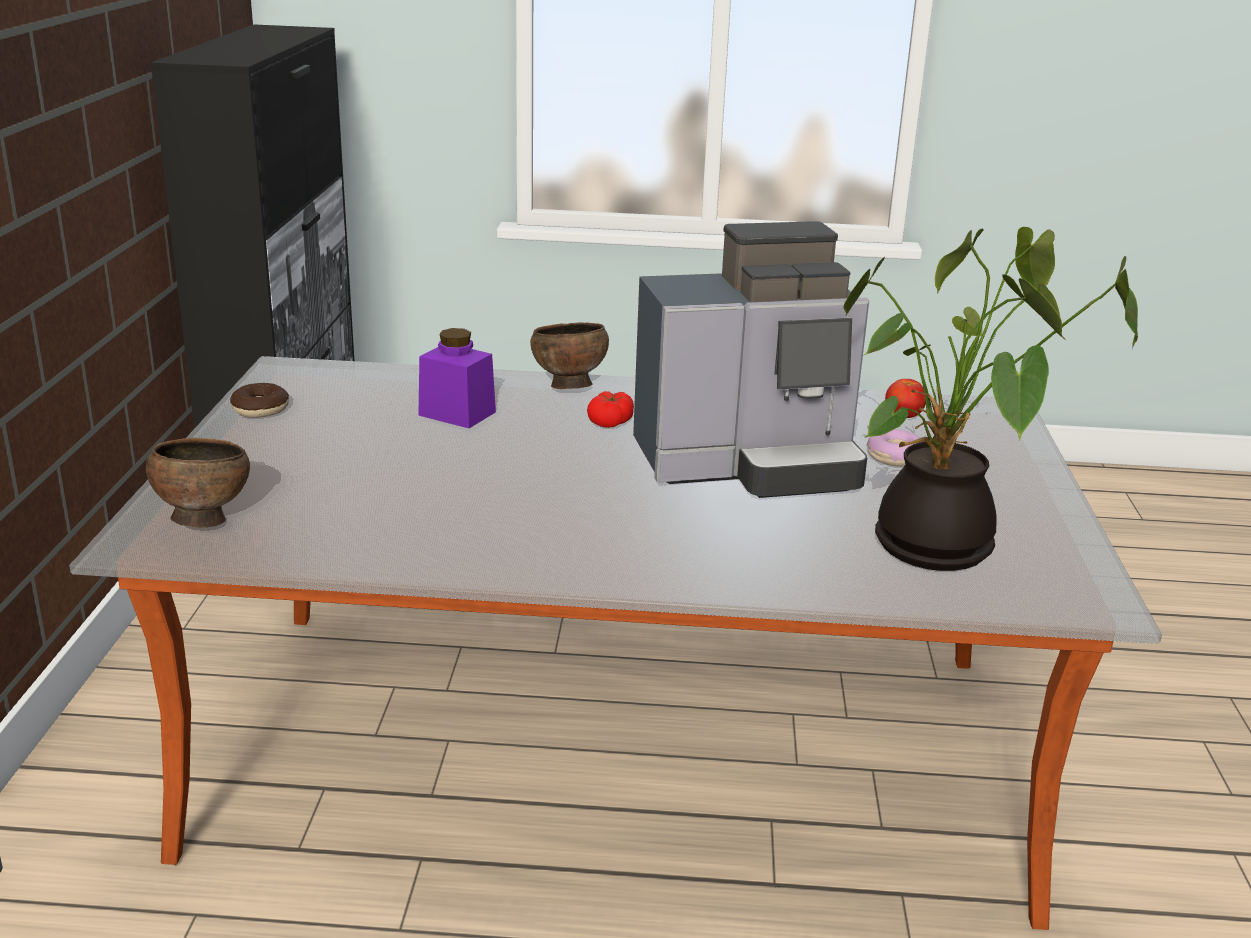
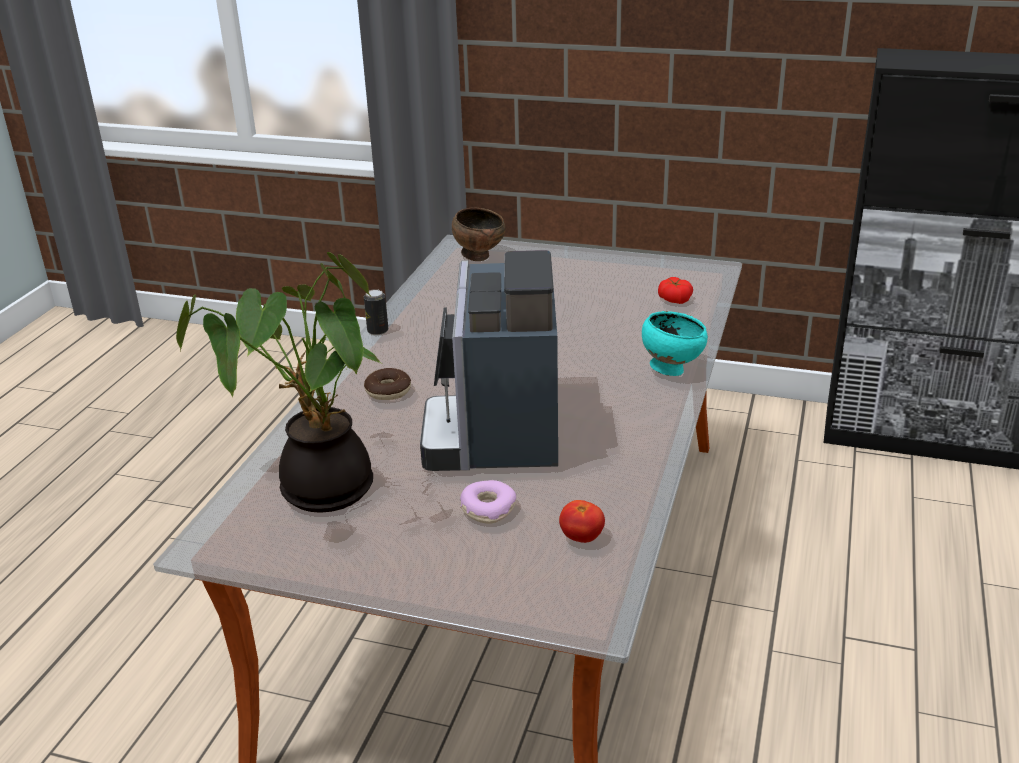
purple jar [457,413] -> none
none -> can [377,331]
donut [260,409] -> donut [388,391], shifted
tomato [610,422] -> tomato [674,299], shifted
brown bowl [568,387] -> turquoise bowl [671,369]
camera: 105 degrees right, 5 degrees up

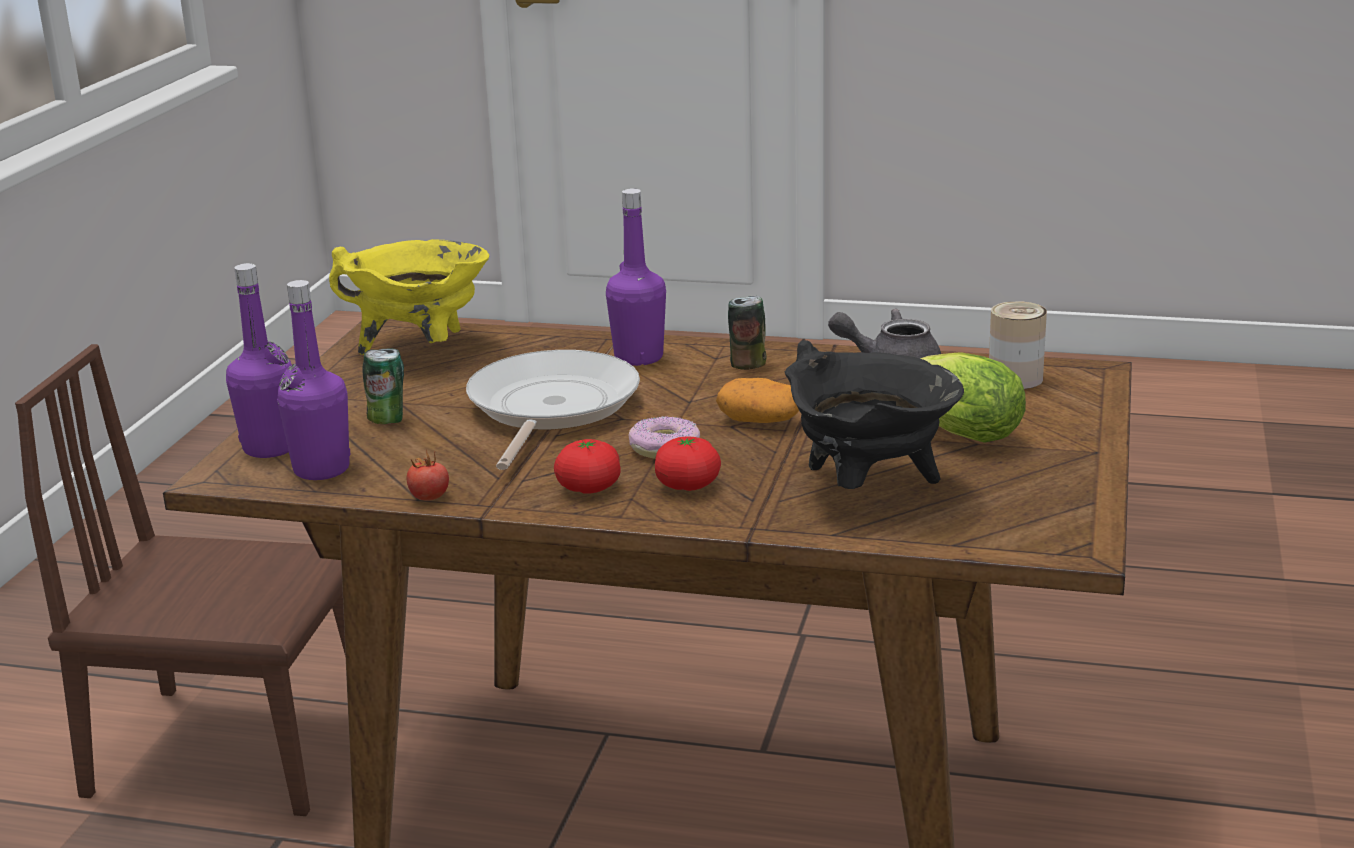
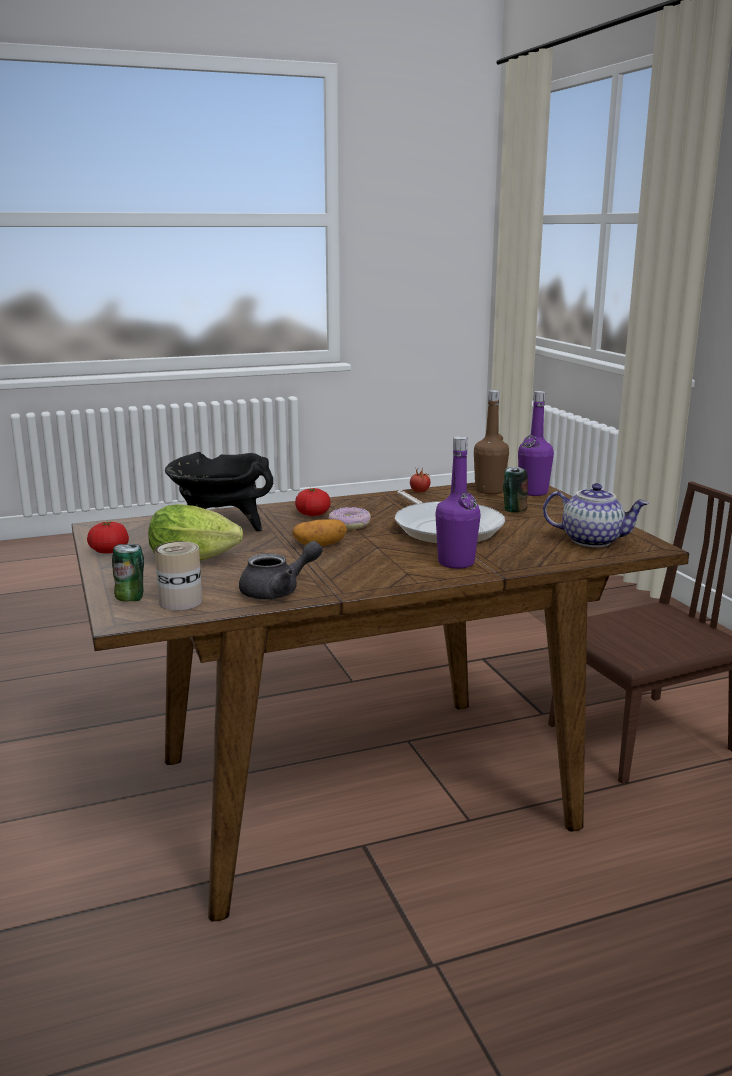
tomato [589,488] -> tomato [109,551], shifted
can [748,364] -> can [130,598], shifted
yellow cooking pot [422,350] -> teapot [592,540]
purple bottle [321,469] -> brown bottle [489,491]
camera: 145 degrees right, 5 degrees down

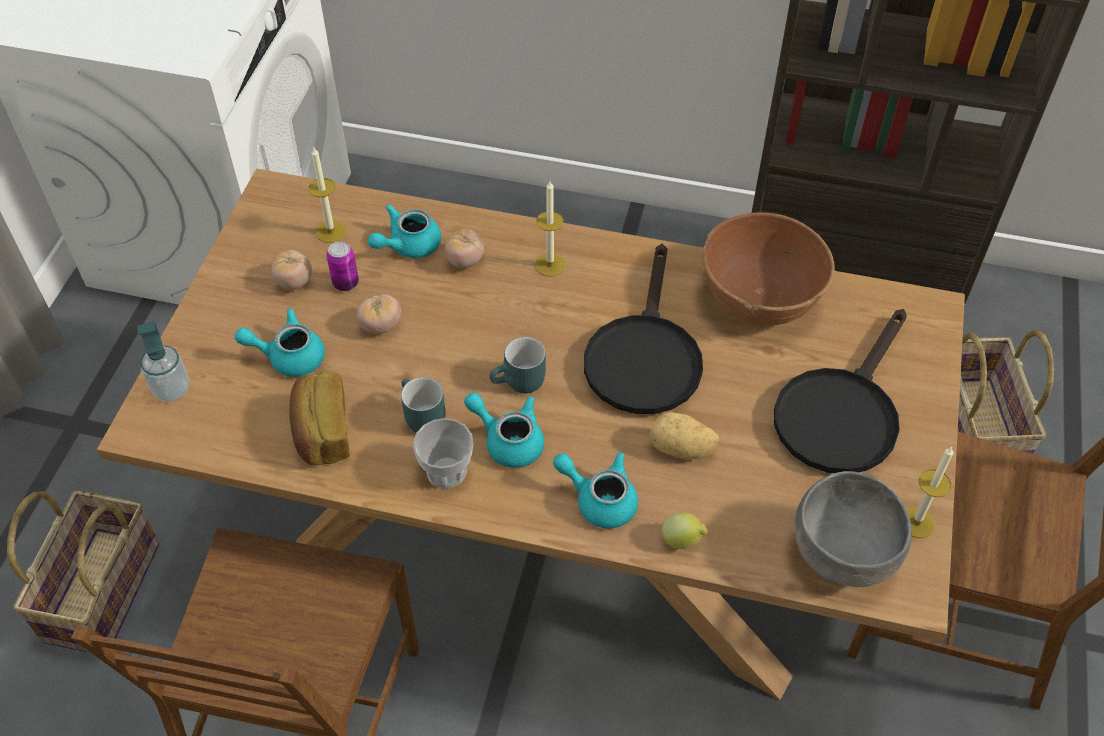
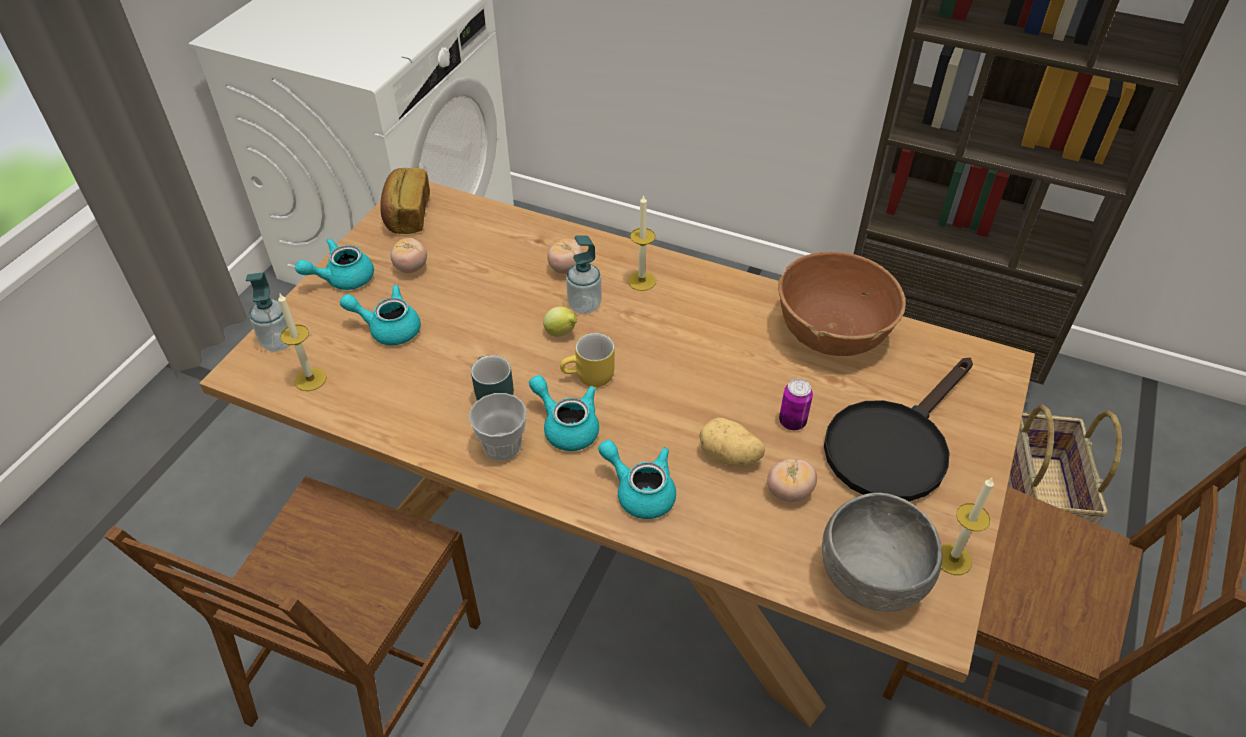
basket [101,591] -> none
black frying pan [643,355] -> none
none -> soap dispenser [584,305]
bread [322,432] -> bread [407,215], shifted
candle [331,232] -> candle [310,379], shifted
can [346,283] -> can [792,422], shifted
tomato [380,326] -> tomato [789,492], shifted
turquoise teapot [408,246] -> turquoise teapot [342,278], shifted
lemon [682,541] -> lemon [561,333], shifted
turquoise mug [520,384] -> yellow mug [590,378]
camera: 10 degrees right, 5 degrees down

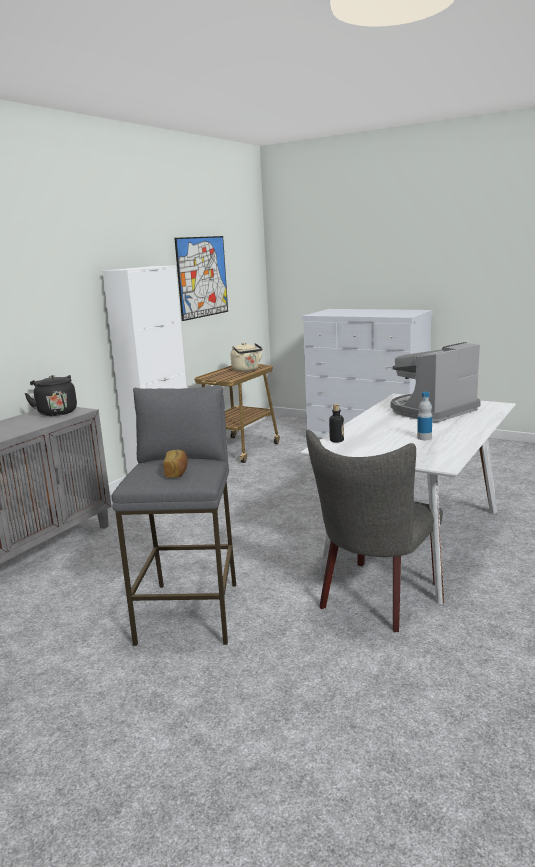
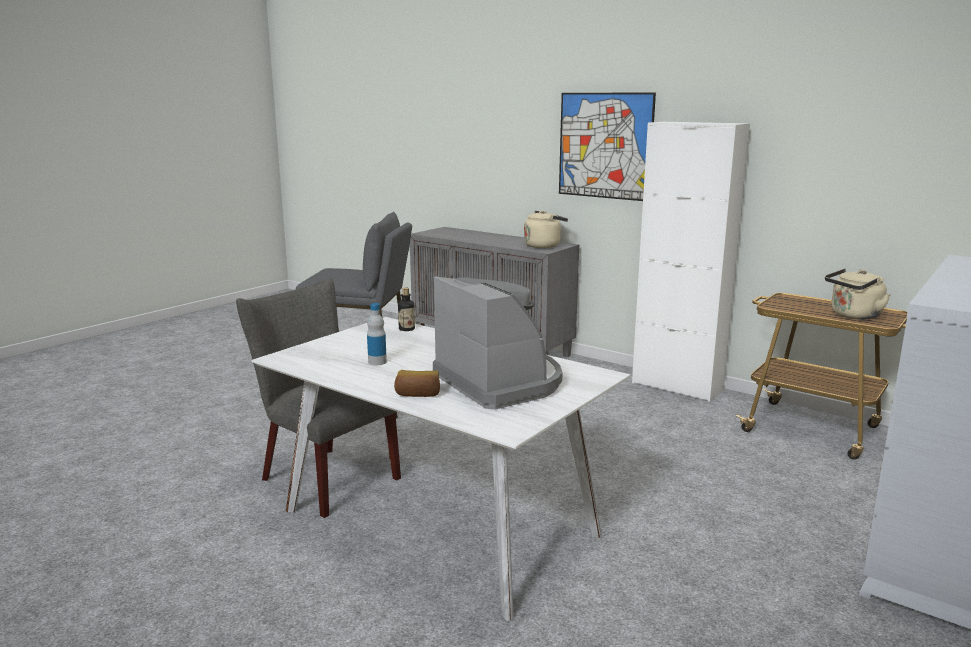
bread [177,472] -> bread [418,394], shifted
picture [202,277] -> picture [605,146], shifted
black kettle [56,412] -> beige kettle [544,245]
camera: 95 degrees right, 0 degrees up

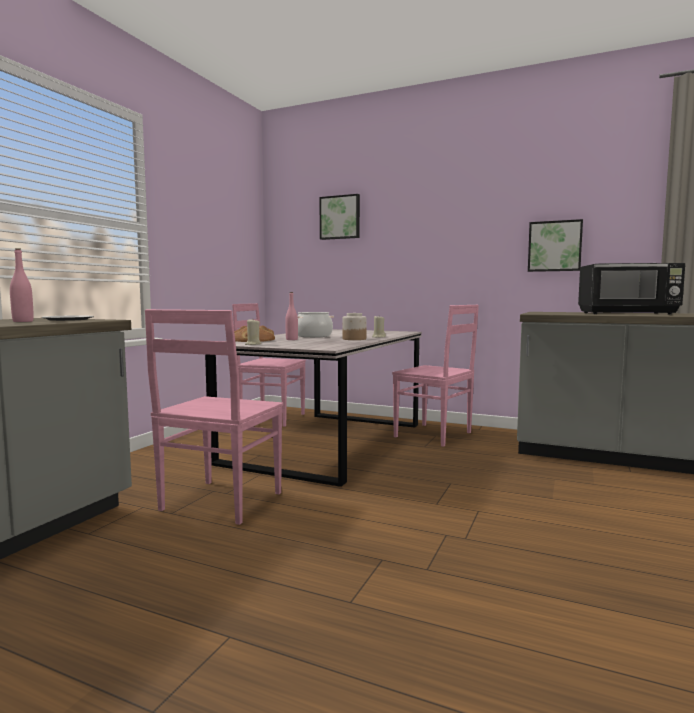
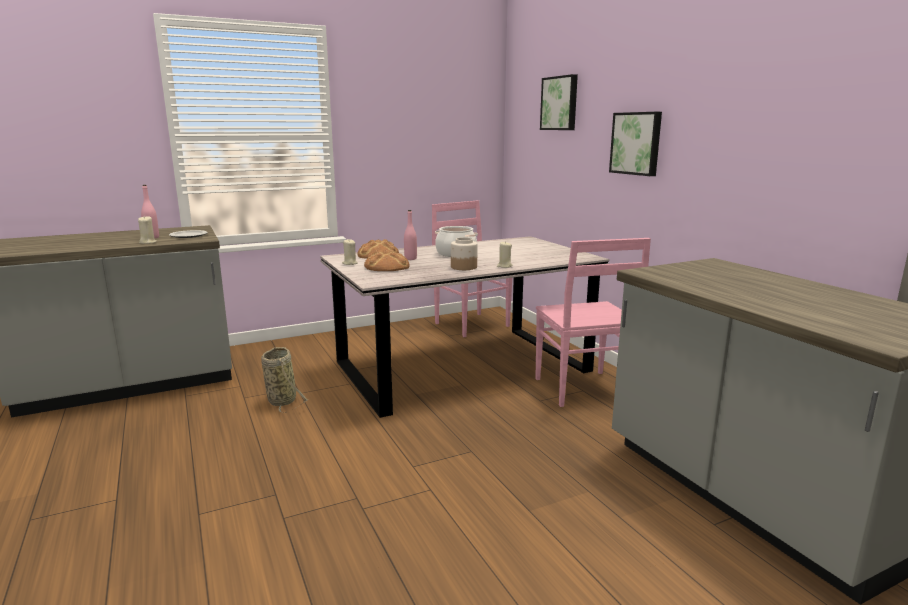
black microwave [628,313] -> none
none -> beige candle [148,242]
none -> bread [386,266]
picture [554,246] -> picture [636,143], shifted
pink chair [219,502] -> basket [281,400]
camera: 40 degrees right, 10 degrees up

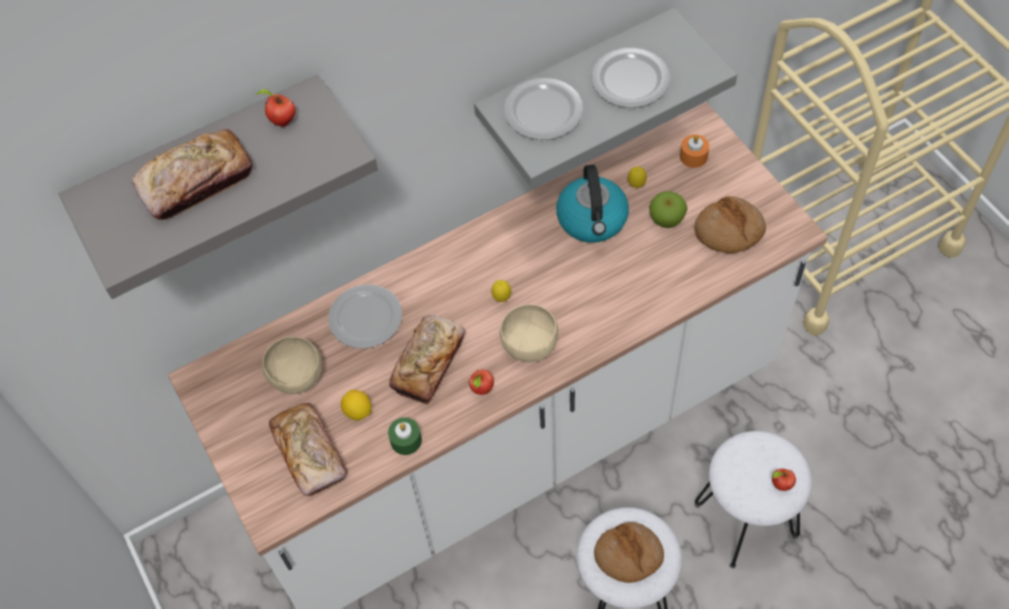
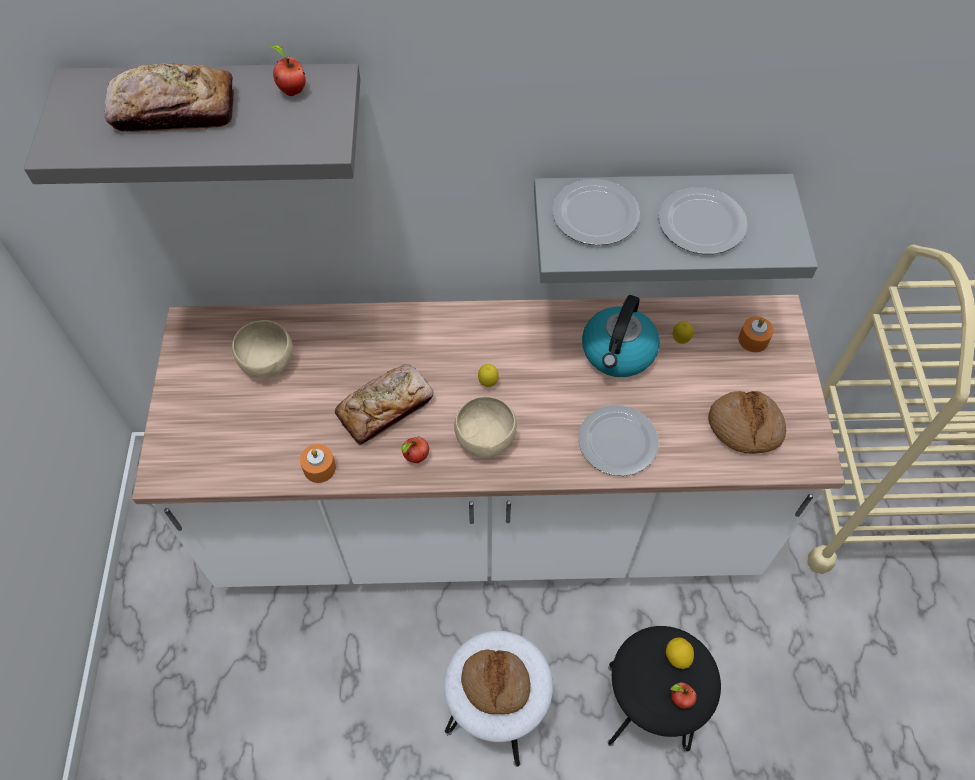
bread [309,453] -> none
apple [666,220] -> none
plate [364,318] -> plate [616,441], shifted
lemon [358,411] -> lemon [677,656], shifted
green candle [406,440] -> orange candle [319,468]
white stool [744,520] -> black stool [646,707]
camera: 25 degrees right, 0 degrees up

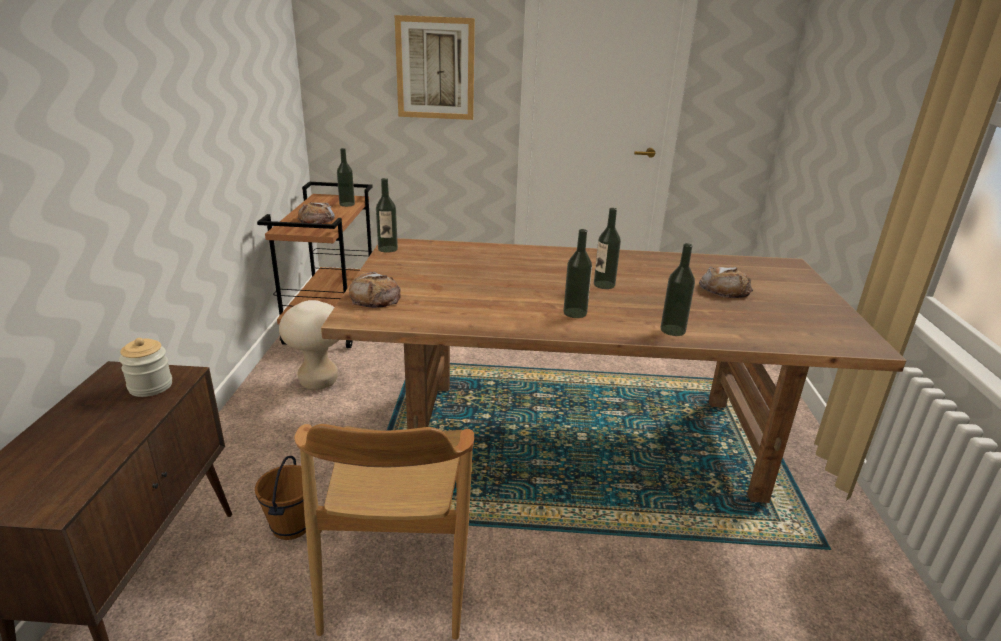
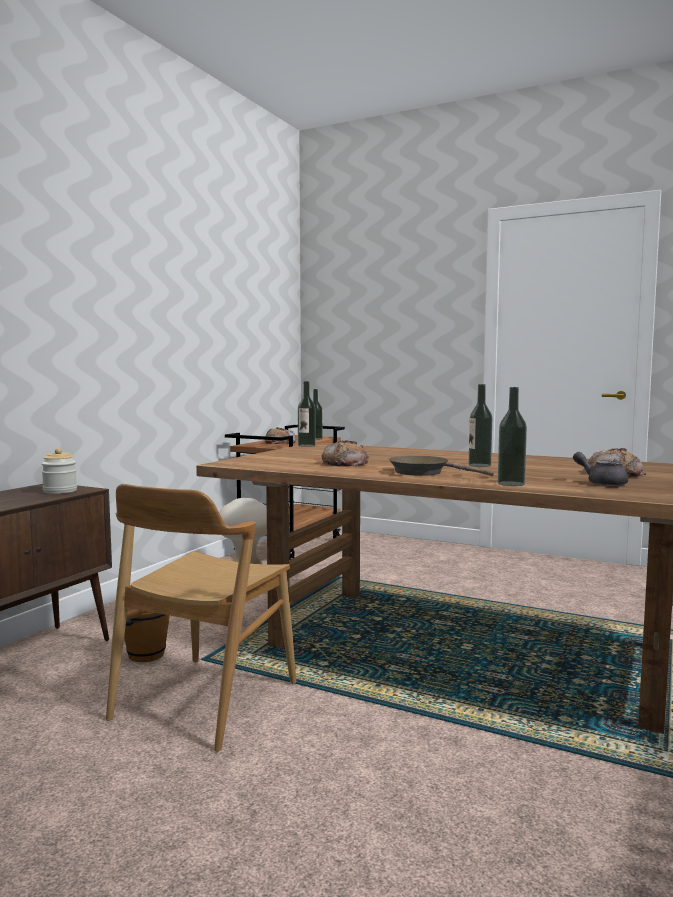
picture [435,68] -> none
none -> grey teapot [602,483]
bread [375,297] -> bread [345,463], shifted
bottle [575,313] -> brown frying pan [424,472]
camera: 25 degrees right, 20 degrees down

